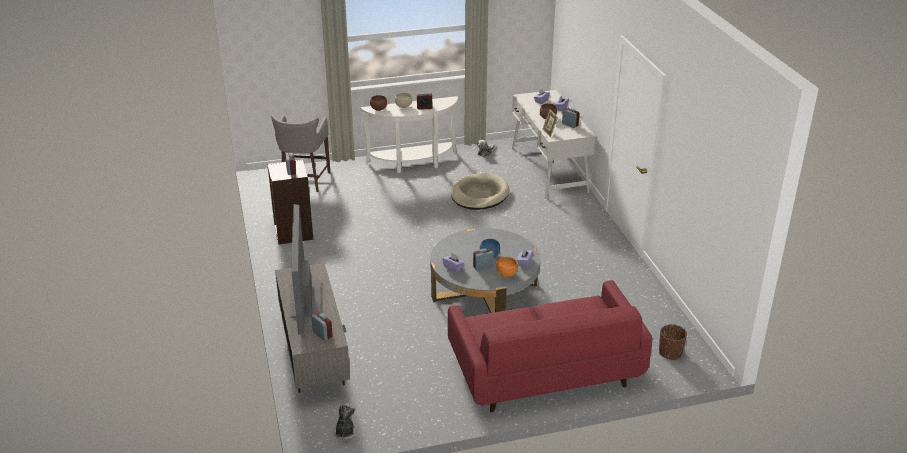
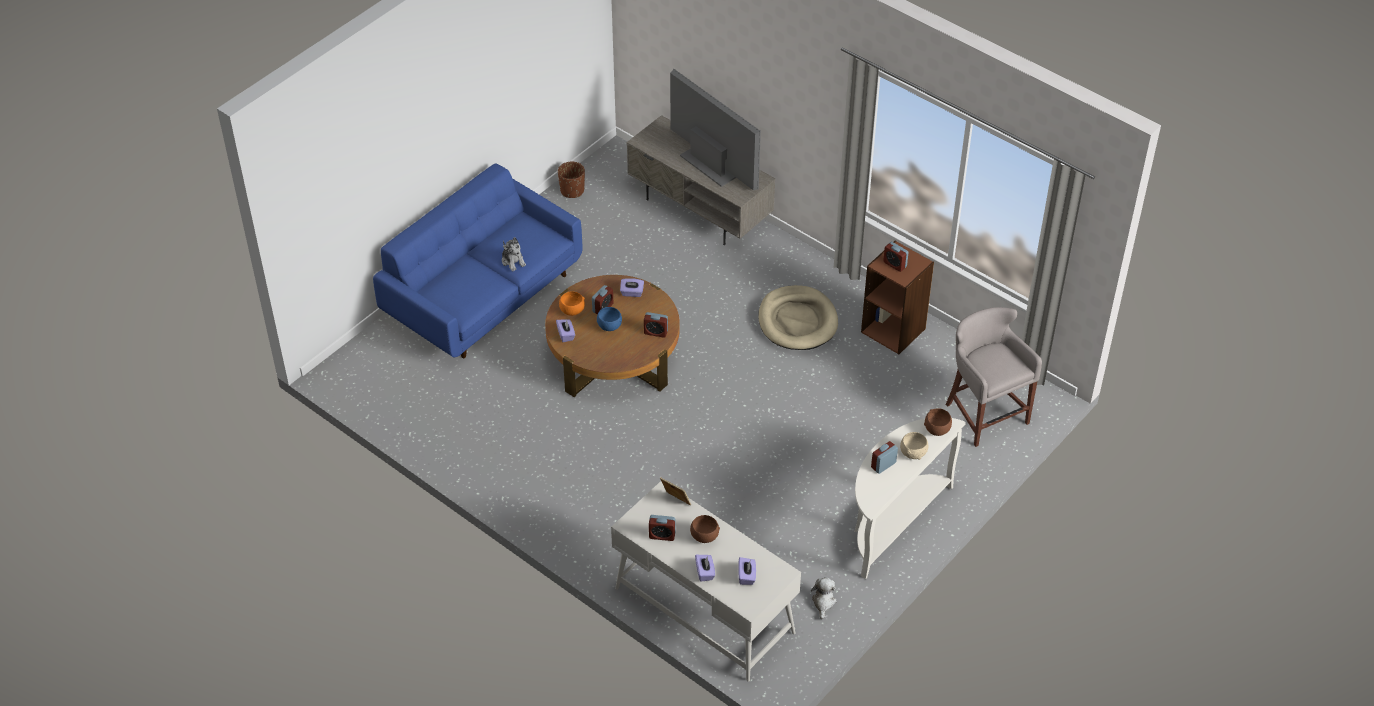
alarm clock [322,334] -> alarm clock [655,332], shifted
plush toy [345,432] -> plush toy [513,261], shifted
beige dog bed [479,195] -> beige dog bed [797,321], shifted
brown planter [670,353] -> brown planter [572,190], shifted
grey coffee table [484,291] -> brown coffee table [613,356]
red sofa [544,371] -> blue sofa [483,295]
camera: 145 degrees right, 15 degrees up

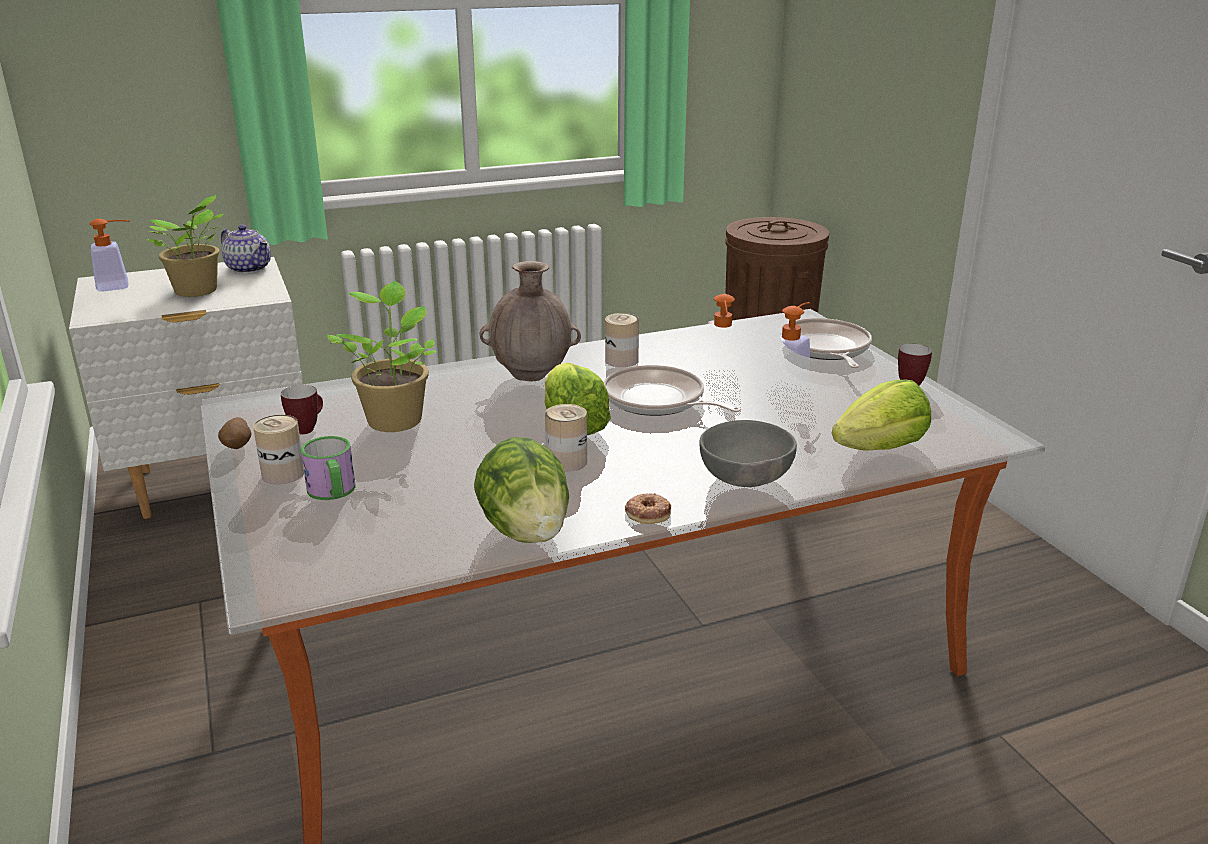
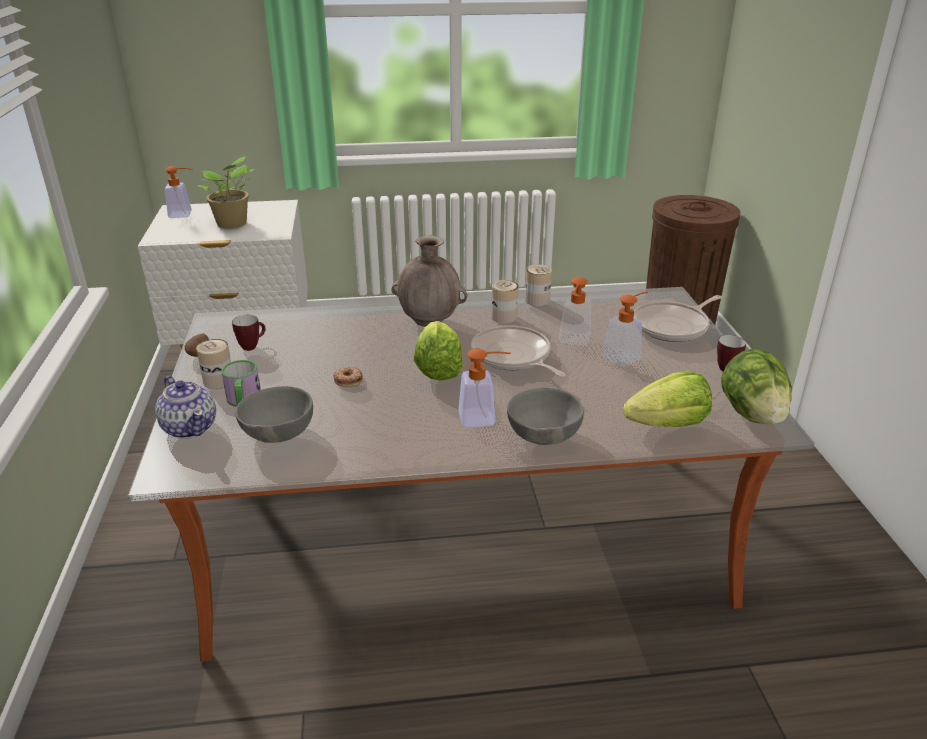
potted plant [395,419] -> none
none -> grey bowl [277,435]
none -> soap dispenser [484,418]
teapot [249,268] -> teapot [190,427], shifted
lettuce [526,531] -> lettuce [752,414], shifted
can [566,462] -> can [537,300], shifted
donut [648,513] -> donut [348,380], shifted
frying pan [825,349] -> frying pan [673,326], 135 degrees counterclockwise
camera: 15 degrees right, 5 degrees up

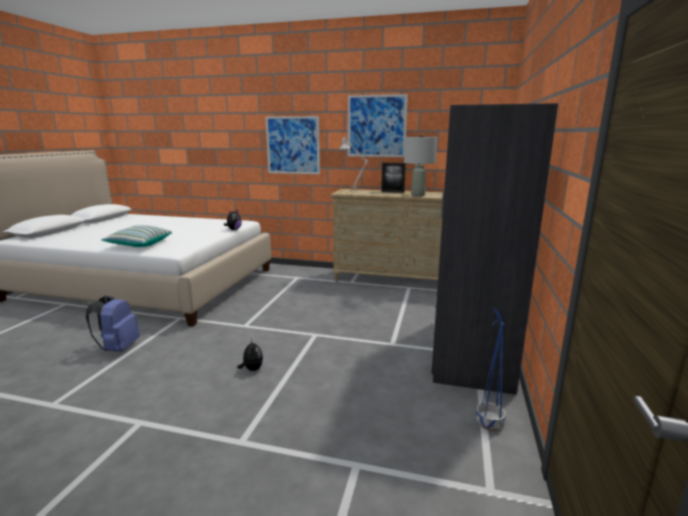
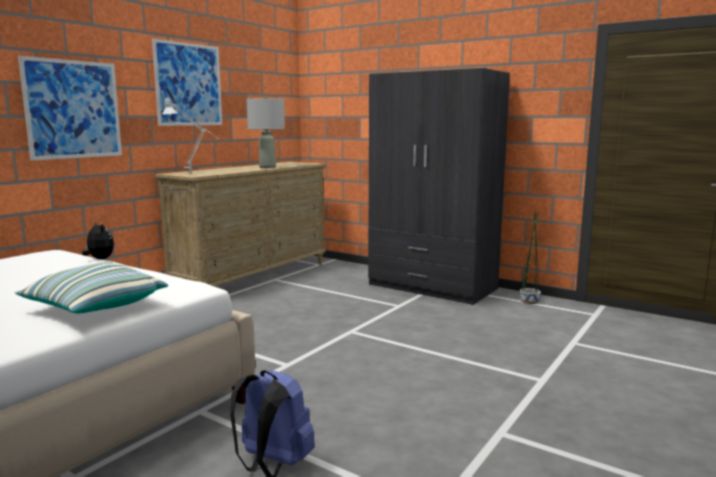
plush toy [252,369] -> none
picture frame [392,192] -> none
blue planter [488,423] -> green planter [529,301]
camera: 70 degrees left, 5 degrees down

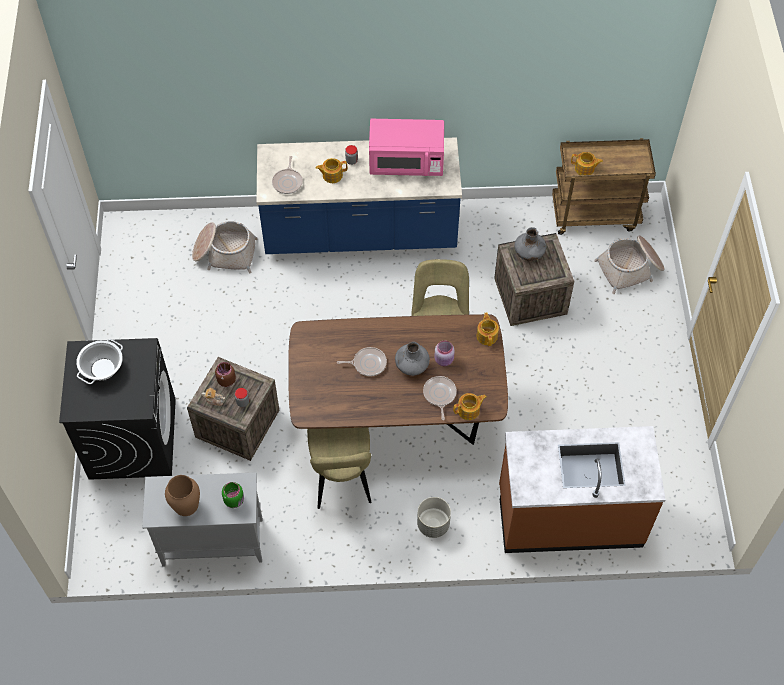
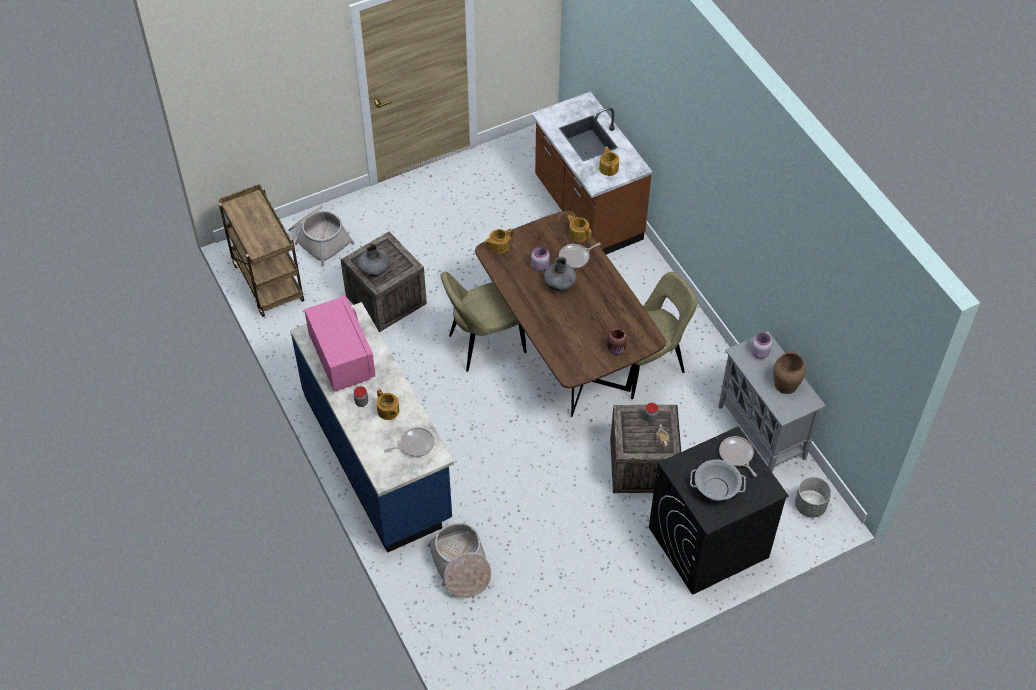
brown jar [226,381] -> brown jar [616,349], shifted
frying pan [367,363] -> frying pan [736,455], shifted
grey planter [433,524] -> grey planter [810,506], shifted
teapot [585,169] -> teapot [609,168], shifted
green jar [234,500] -> pink jar [759,353]
camera: 115 degrees left, 5 degrees down

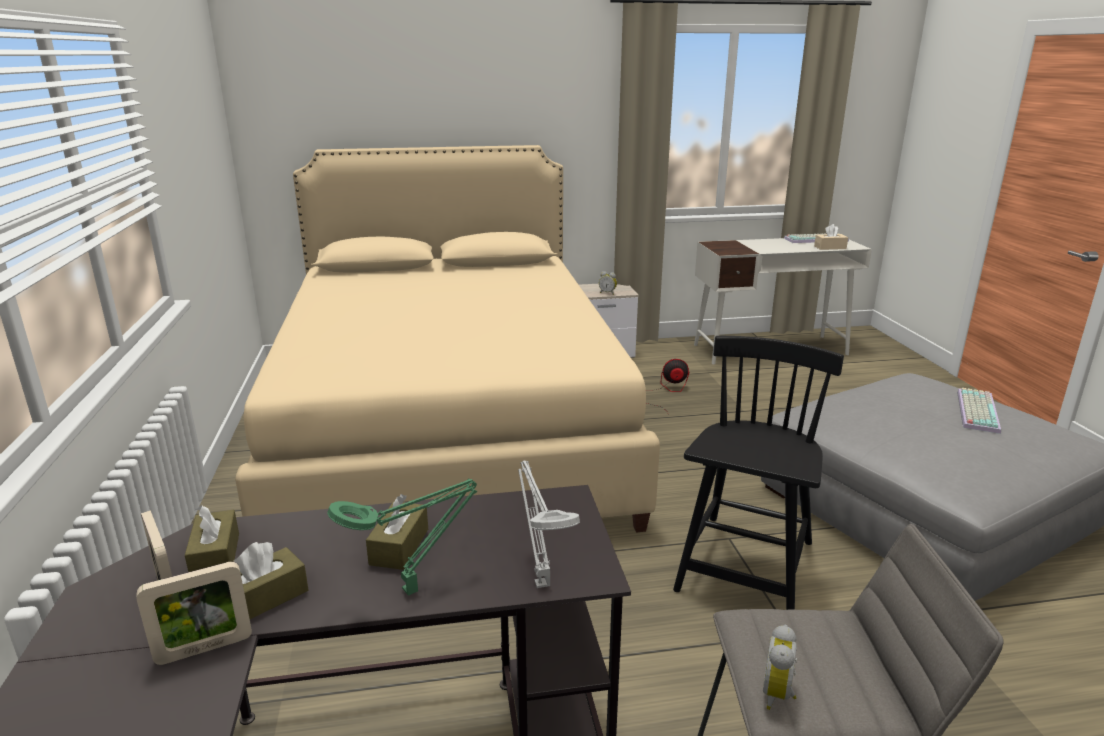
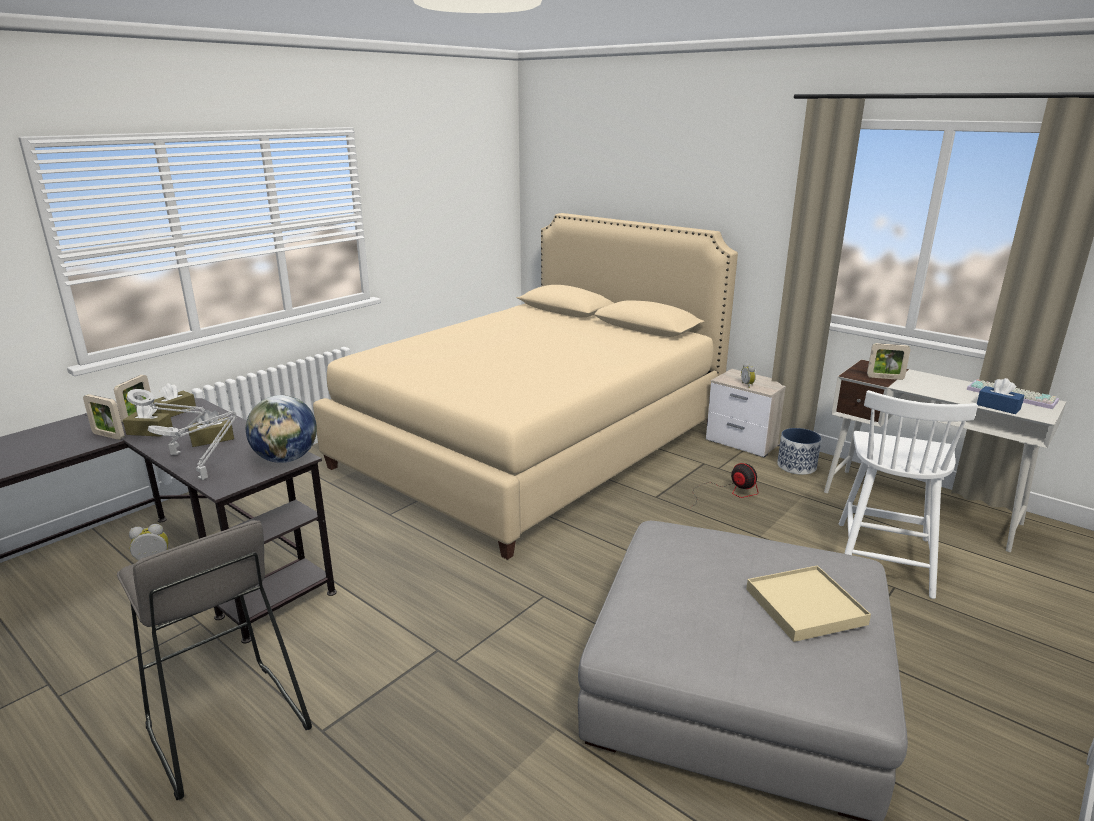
black chair [746,568] -> none
none -> globe [286,459]
none -> planter [796,466]
none -> white chair [883,557]
none -> picture frame [885,378]
keyboard [975,410] -> beige tray [805,606]
green table lamp [414,589] -> grey table lamp [178,454]
beige tissue box [830,247] -> blue tissue box [998,407]
camera: 50 degrees right, 0 degrees up

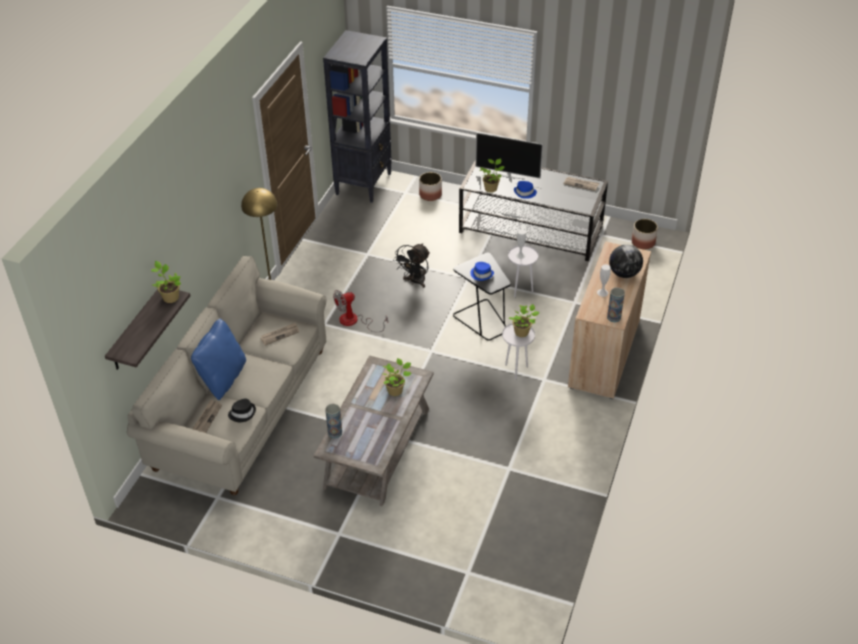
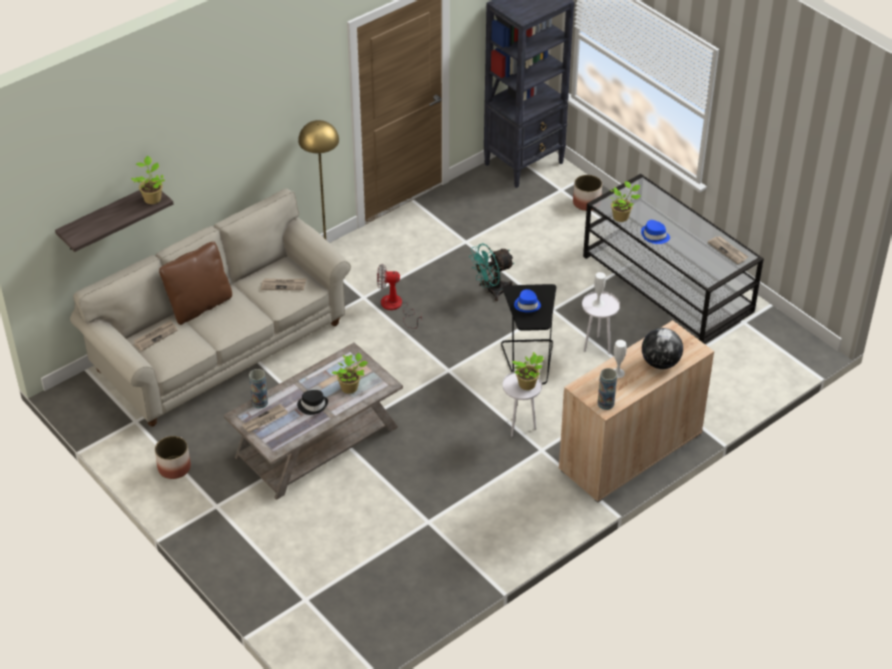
television [508,175] -> none
none -> newspaper [265,420]
black hat [242,413] -> black hat [313,405], shifted
planter [643,243] -> planter [174,468], shifted
blue pillow [223,378] -> brown pillow [199,306]
black fan [415,281] -> turquoise fan [491,291]
camera: 30 degrees right, 0 degrees up

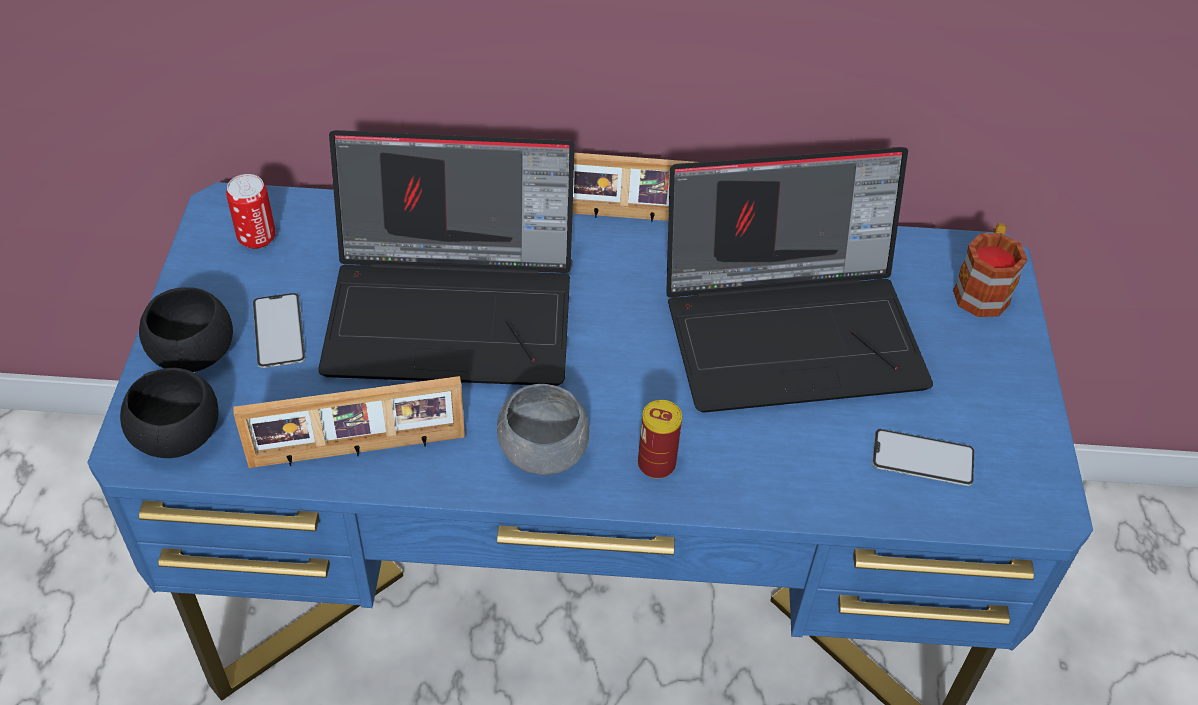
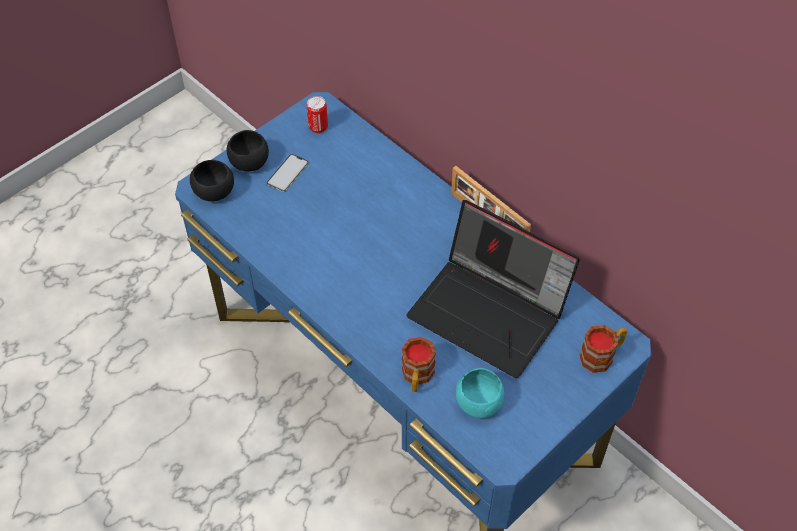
picture frame [358,451] -> none
laptop [455,310] -> none
grey bowl [542,453] -> none
can [656,464] -> none
none -> mug [417,377]
phone [923,458] -> turquoise bowl [478,403]
camera: 45 degrees right, 5 degrees up

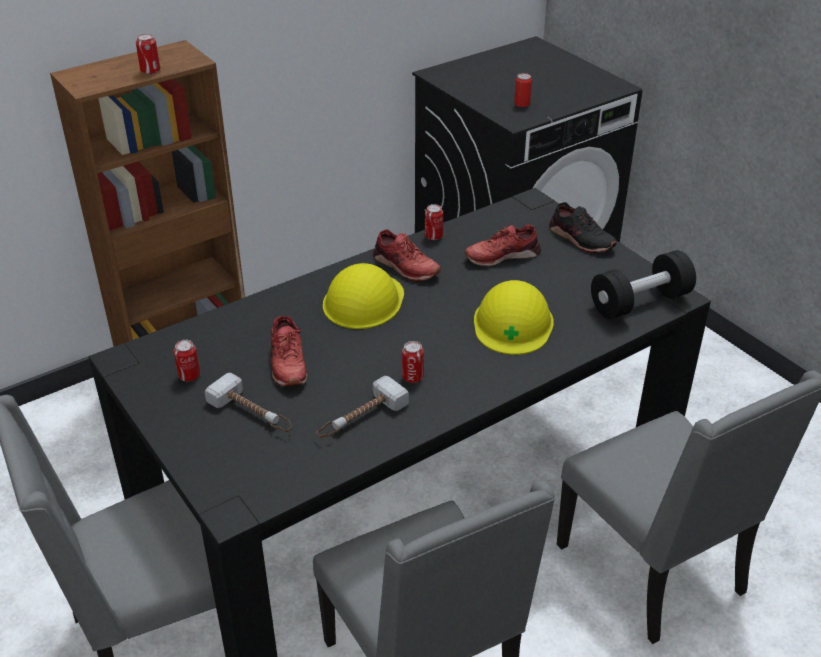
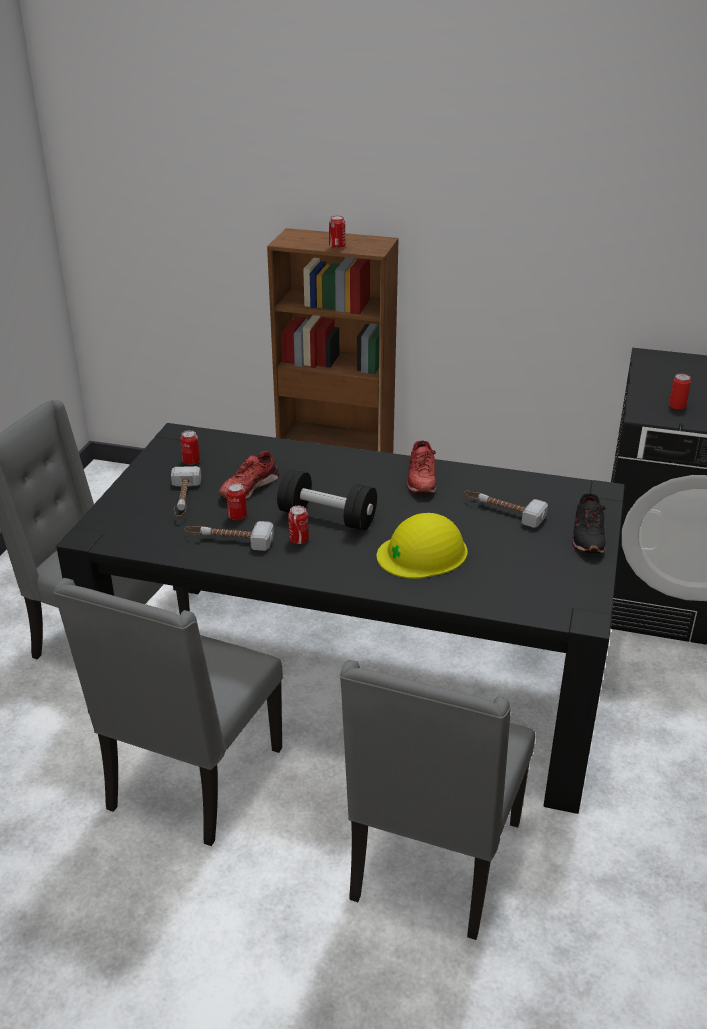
yellow hard hat [363,301] -> none
can [433,236] -> can [237,516], shifted
black dumbbell [640,302] -> black dumbbell [327,517], shifted
red shoe [502,255] -> hammer [502,511]
camera: 50 degrees right, 5 degrees down

